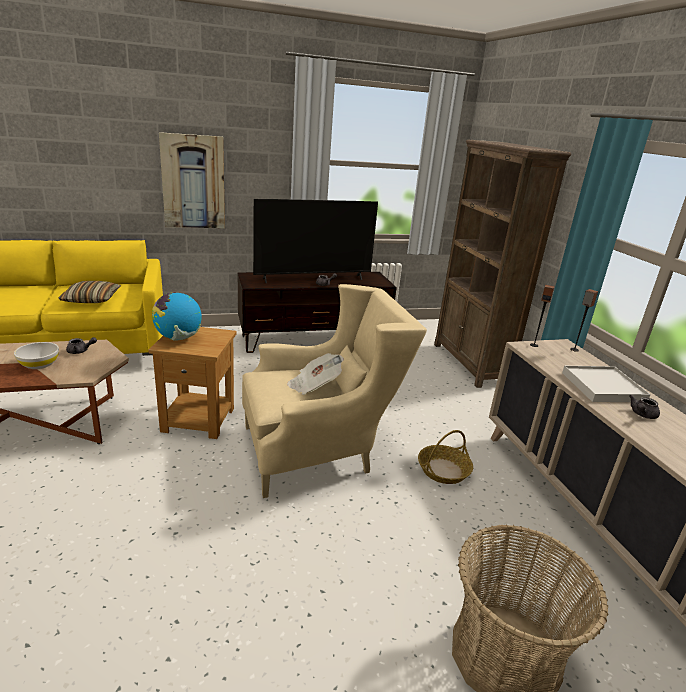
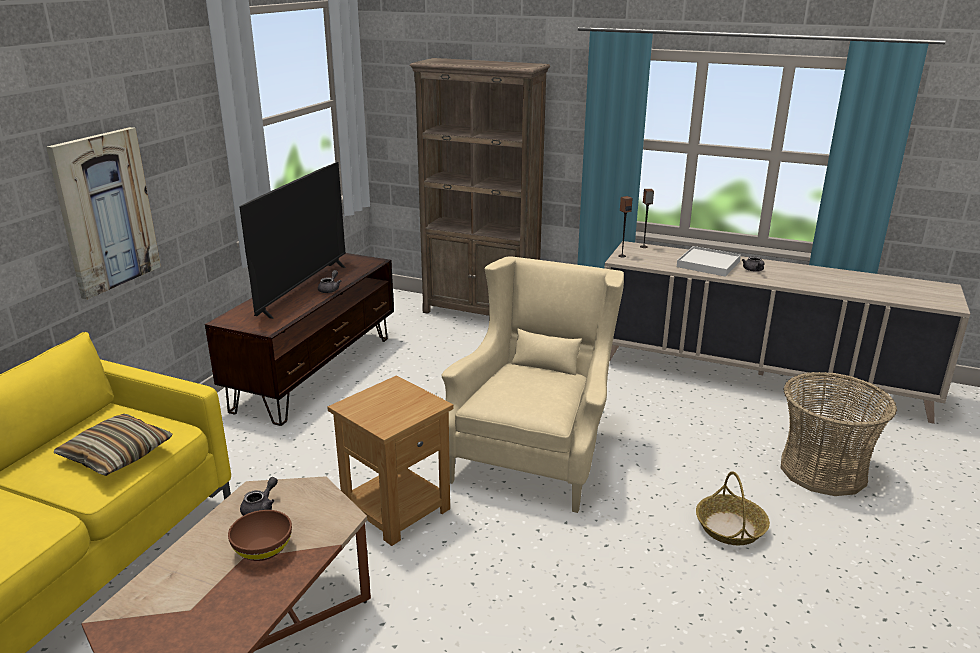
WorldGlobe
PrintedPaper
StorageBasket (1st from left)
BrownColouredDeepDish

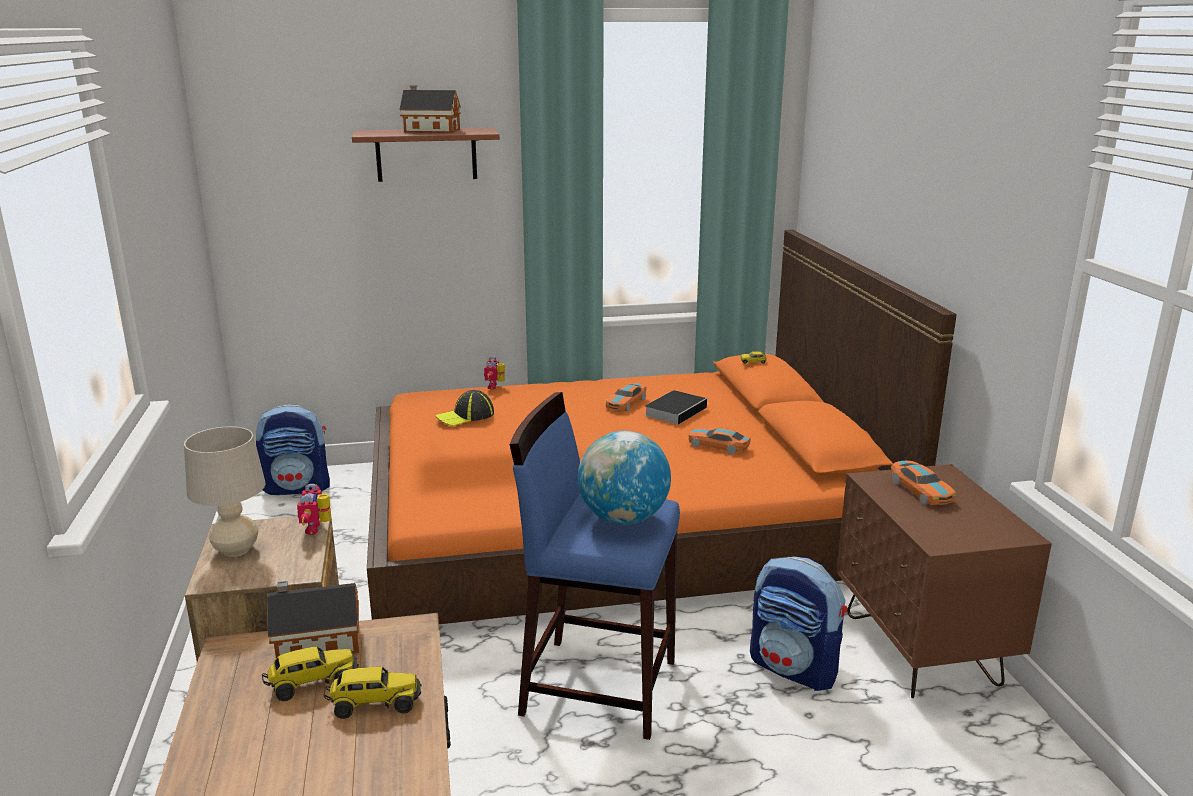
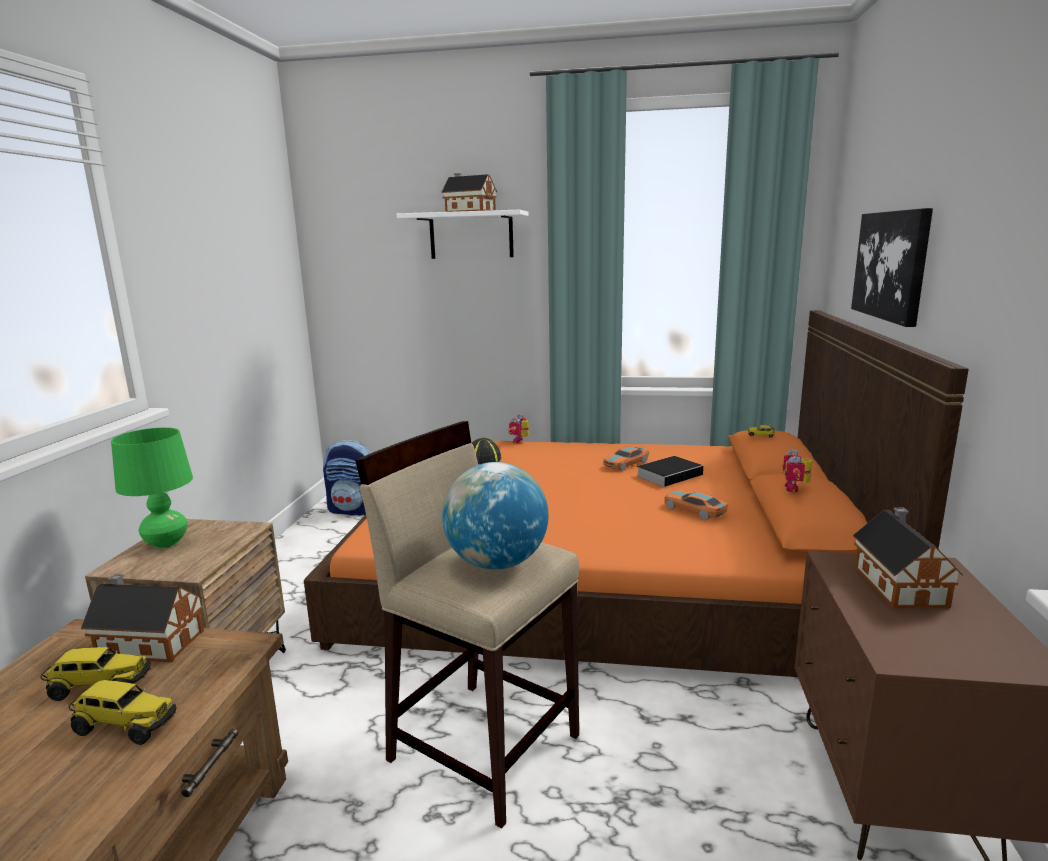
Backpack (2nd from left in the first image)
WallArt
ToyRobot (2nd from left)
ToyHouse (3rd from left)
GreenColouredTabletopLamp
WhiteShelf
BeigeStool

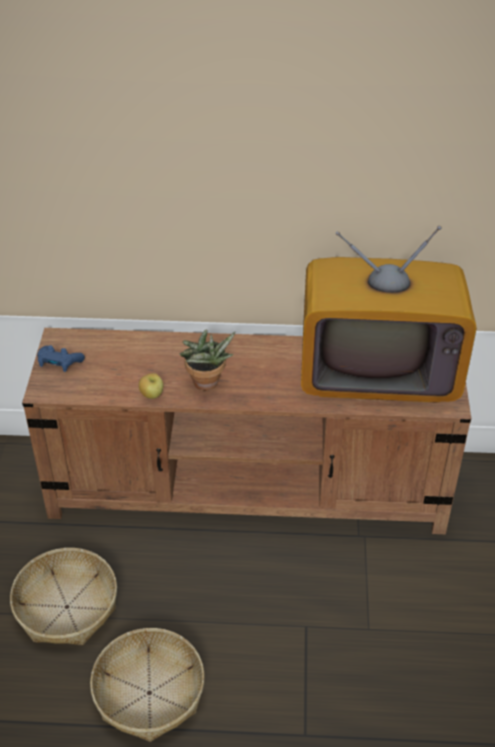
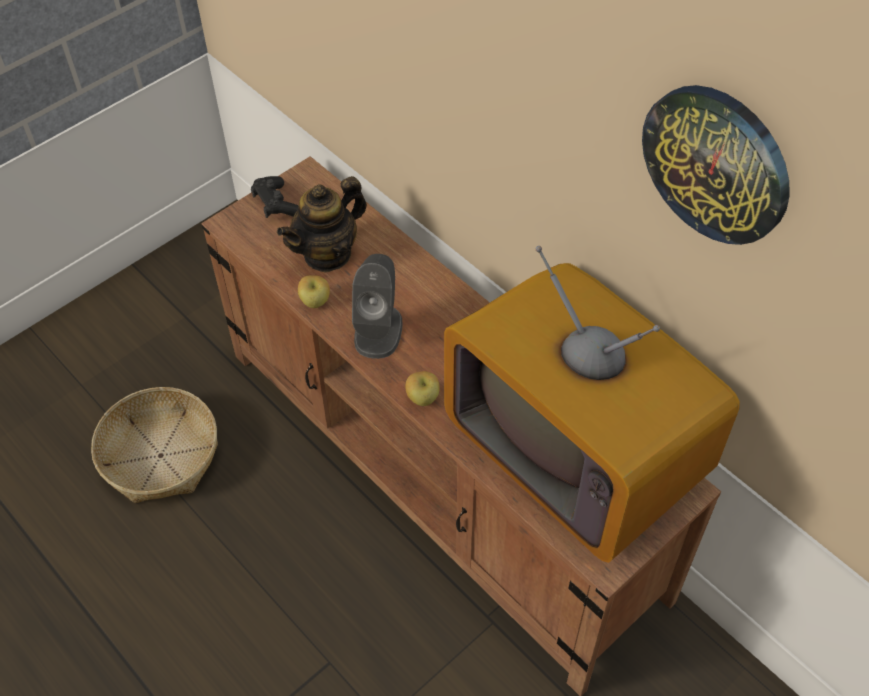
StorageBasket (2nd from left in the first image)
PotForTea
AppleFruit (2nd from left)
HangingClock
GreyLoudspeaker
BlackishGamepad

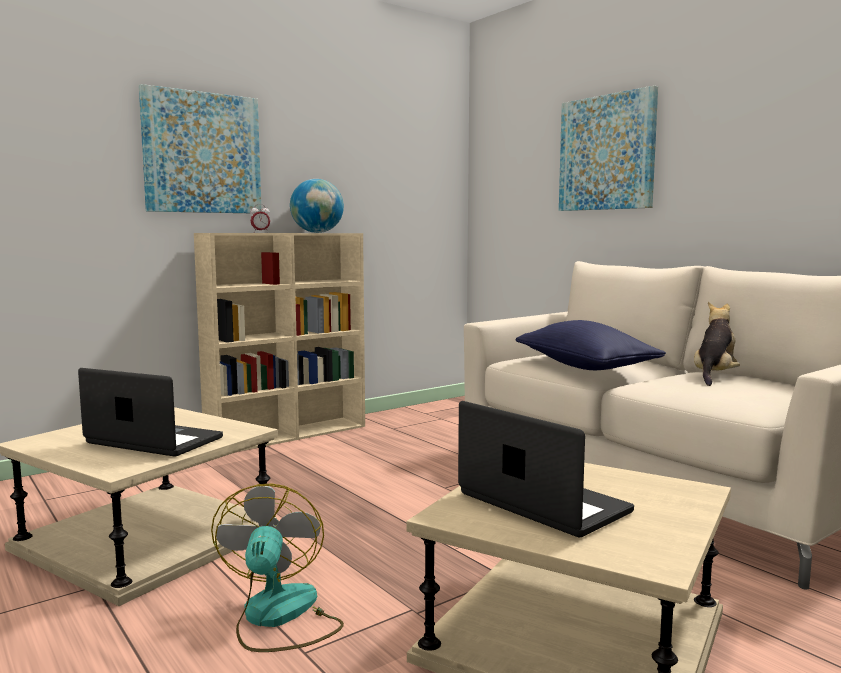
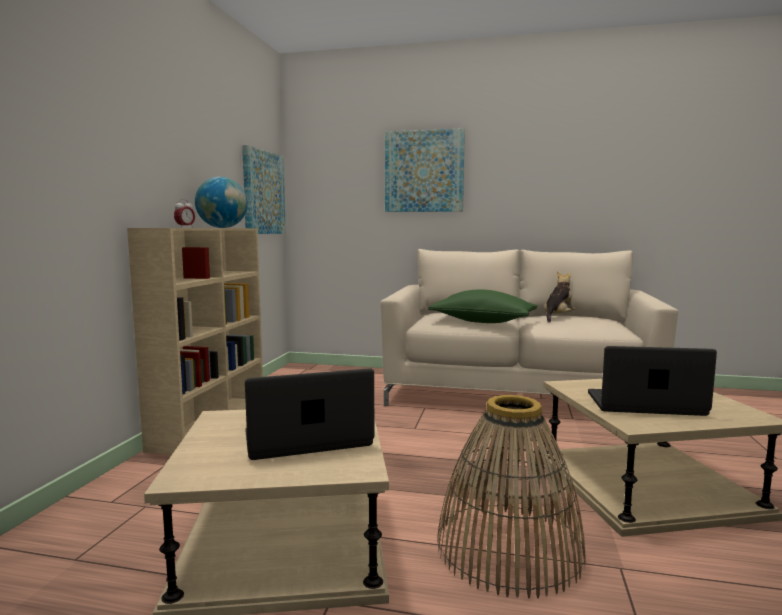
WallArt (1st from left)
StorageBasket
GreenColouredCushion
PlushToy

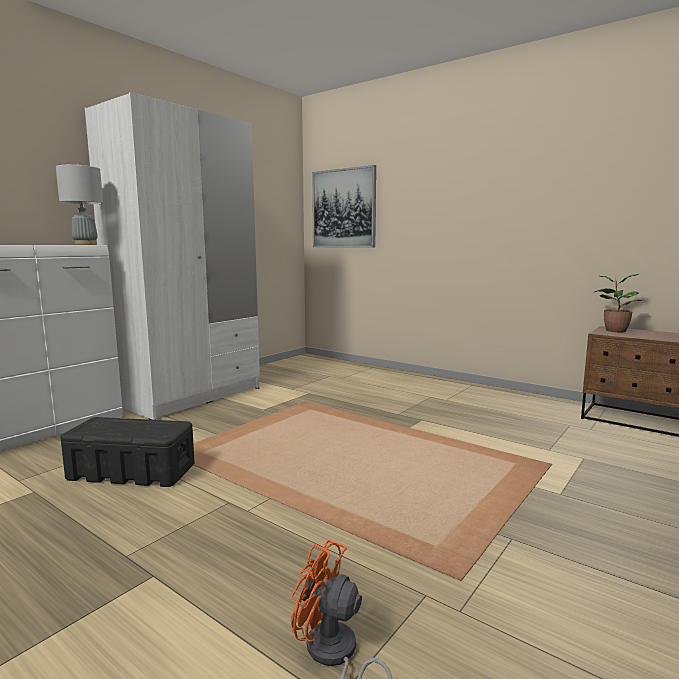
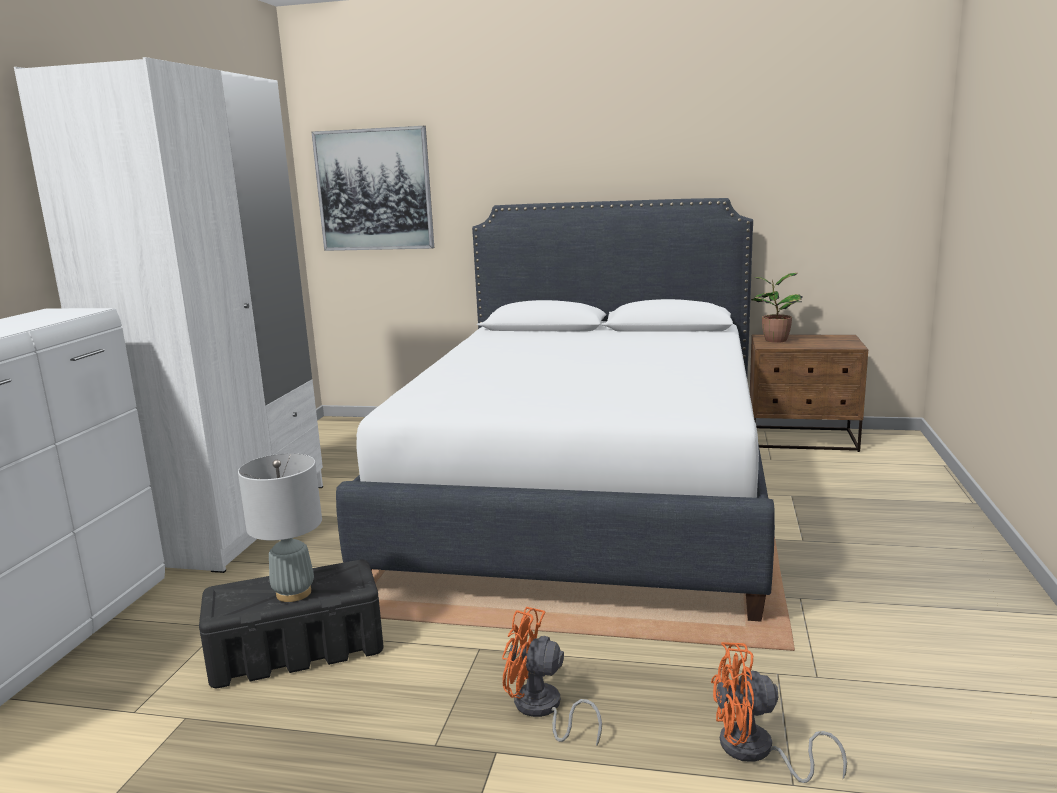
WhiteBed
OrangeColouredElectricFan (1st from left)
GreyTabletopLamp

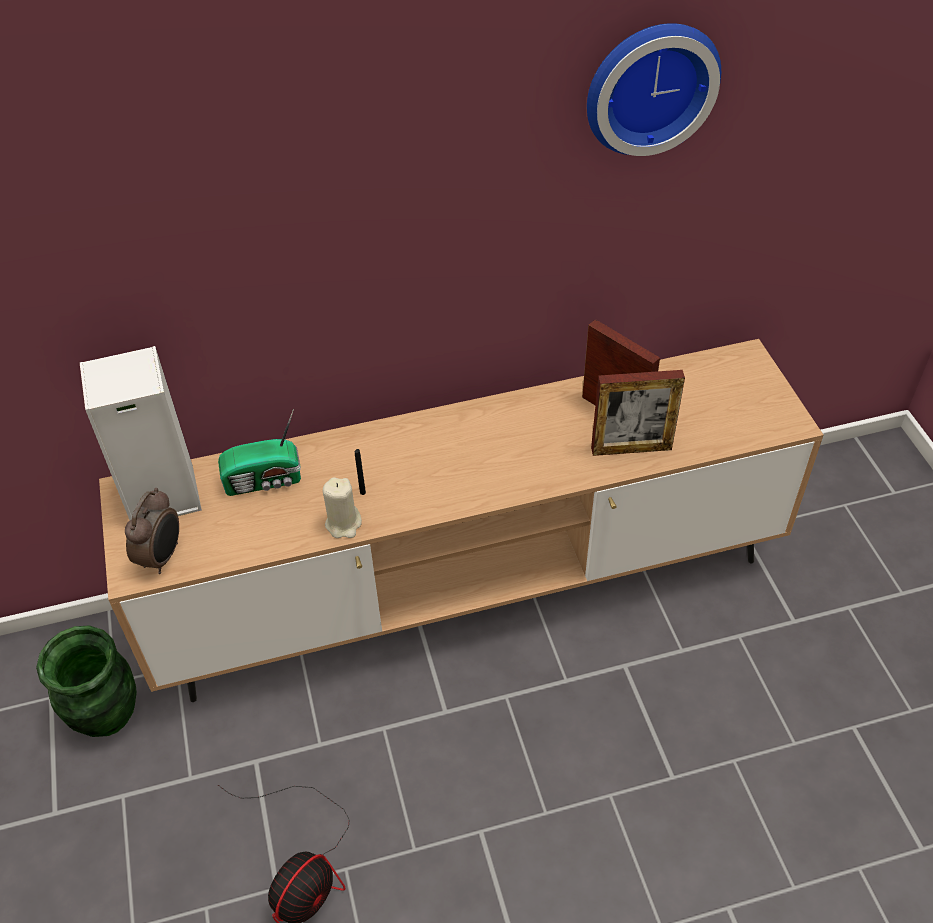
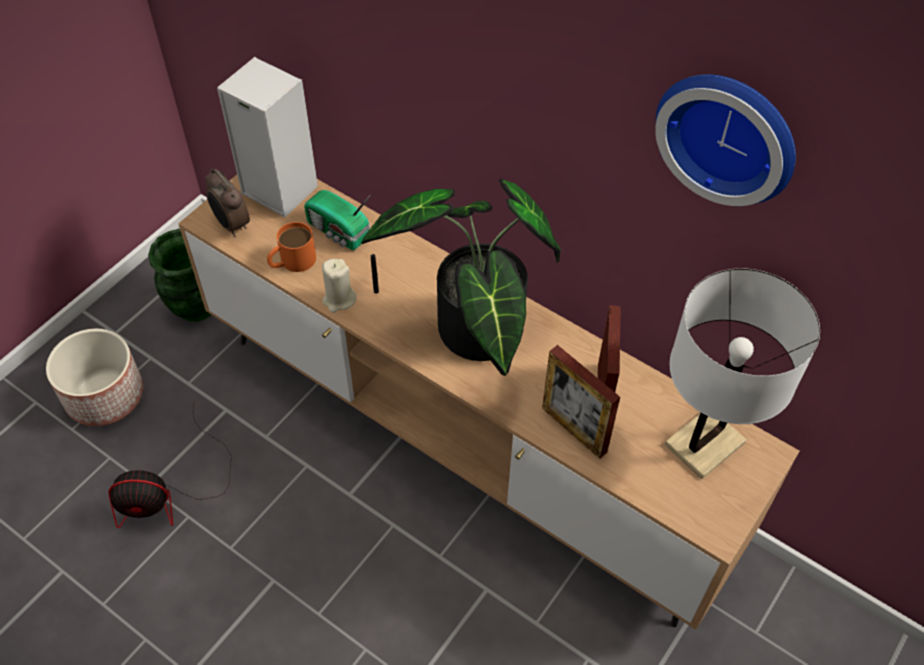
PlantPot
OrangeColouredTeaMug
PottedPlant
WhiteTabletopLamp
BedsideClock

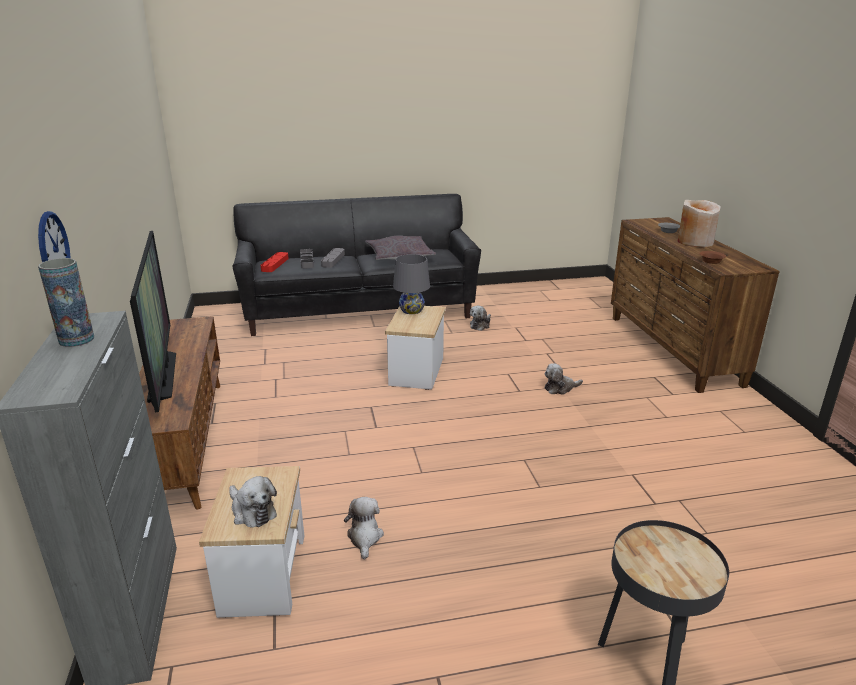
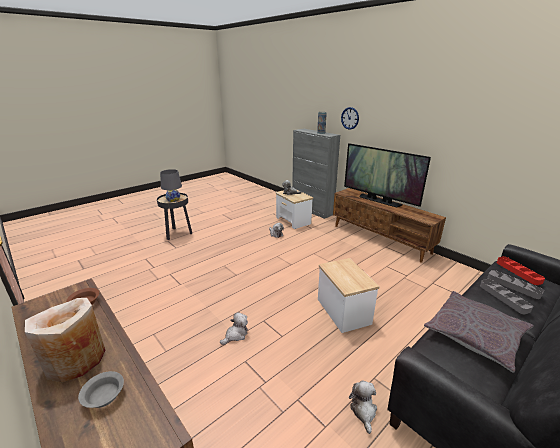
GreyTabletopLamp

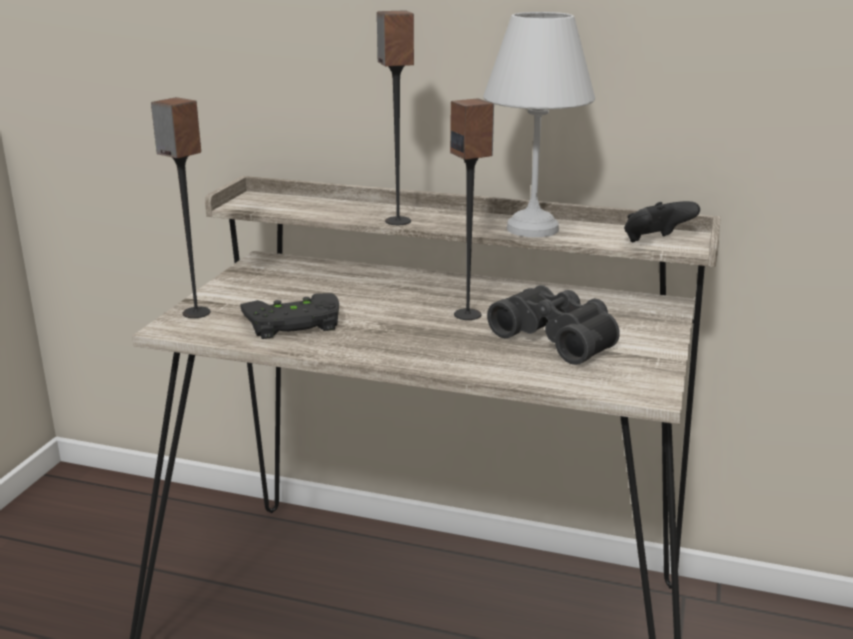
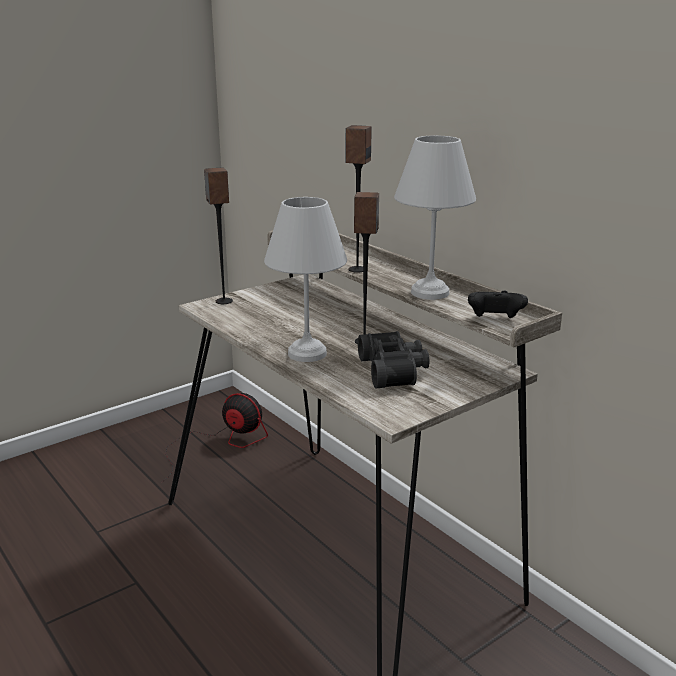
BlackishGamepad (1st from left in the first image)
ElectricFan
WhiteTabletopLamp (1st from left)

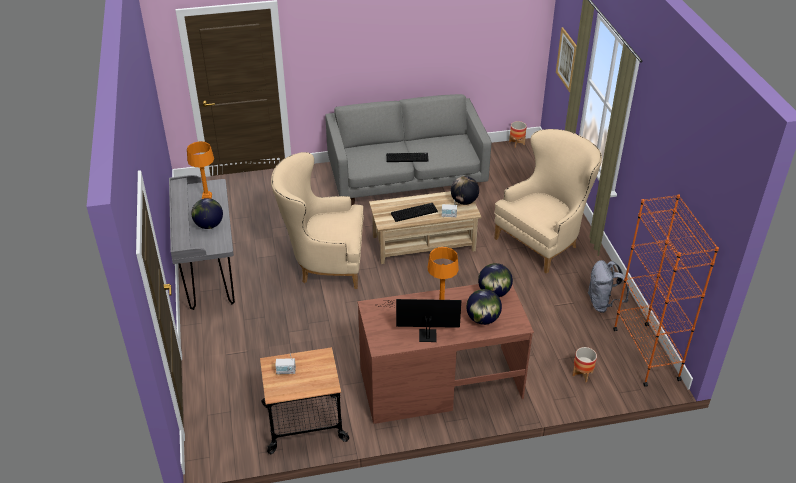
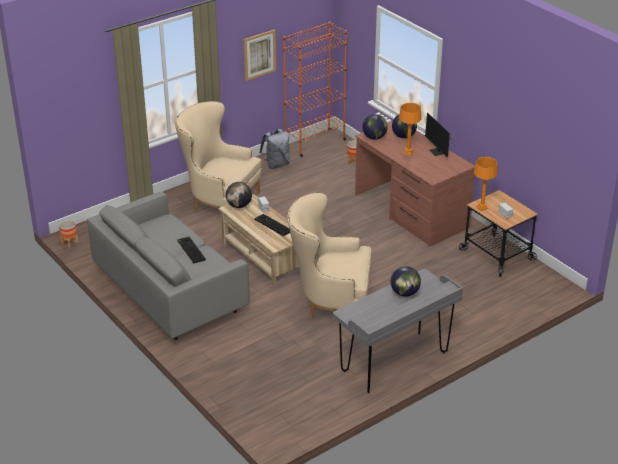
OrangeColouredTabletopLamp (2nd from left)
WallArt
BeigeLoungeChair (2nd from left)

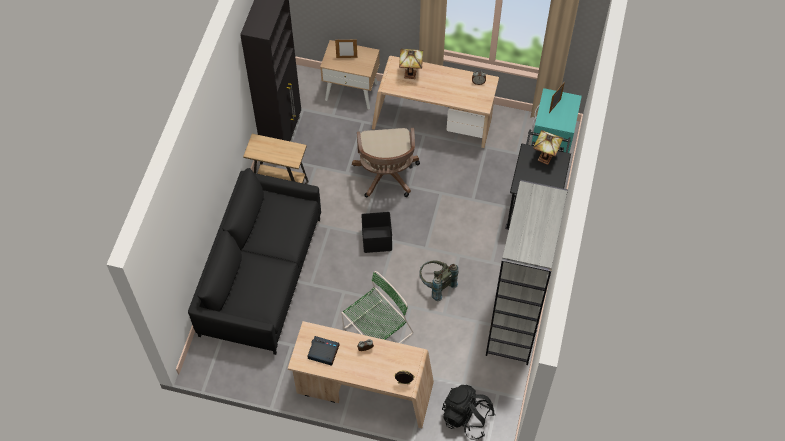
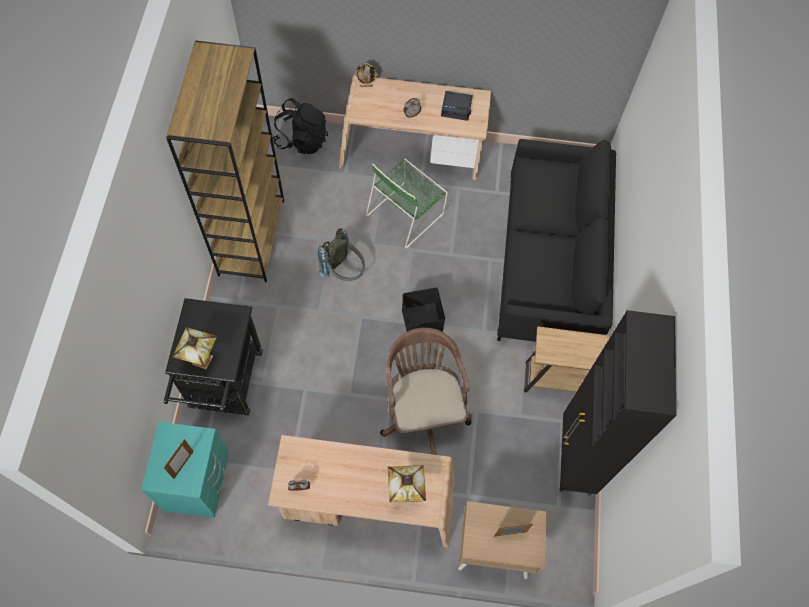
BrownColouredBookshelf

